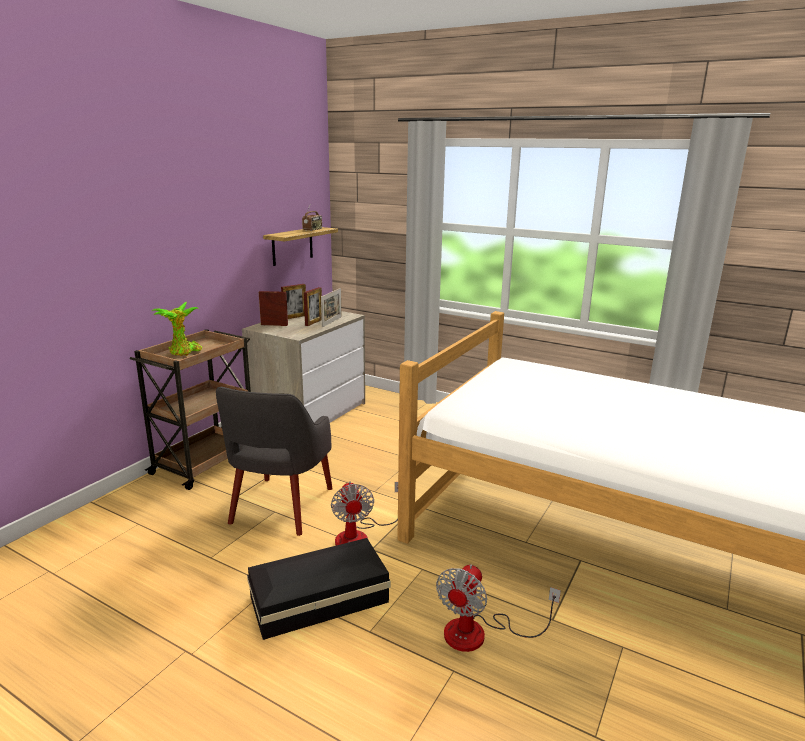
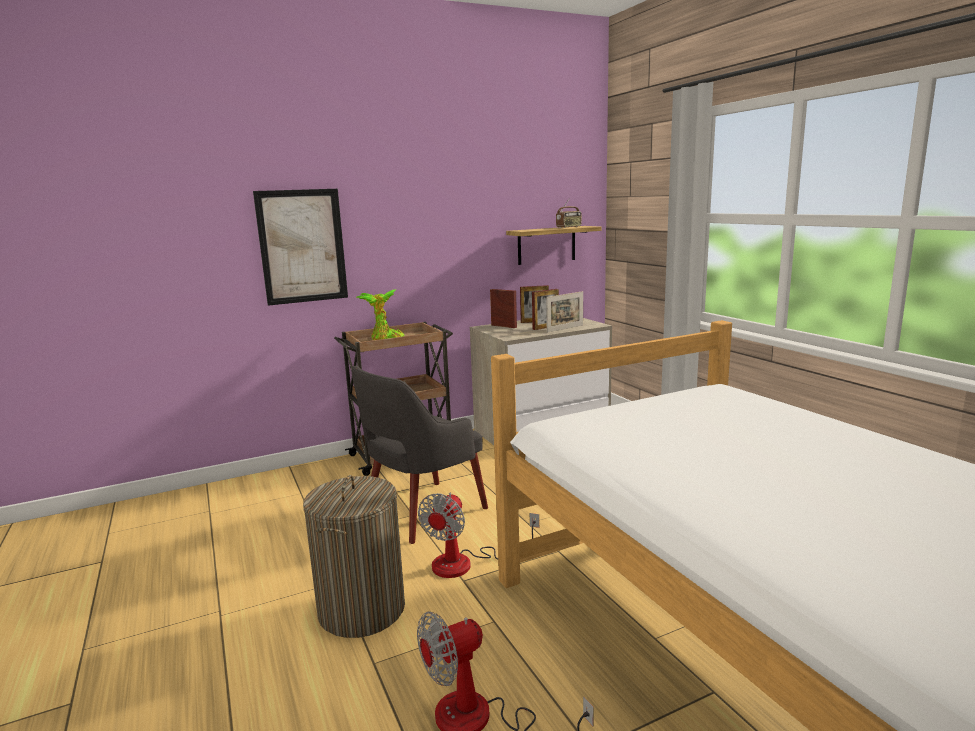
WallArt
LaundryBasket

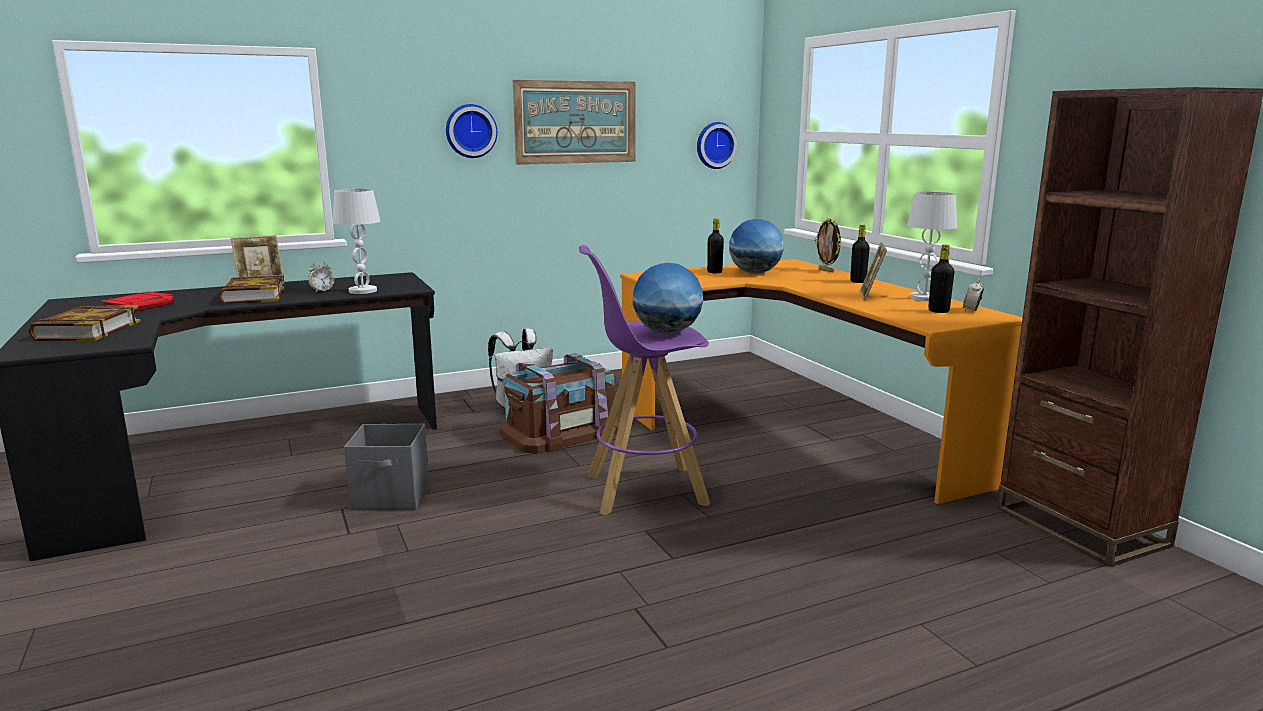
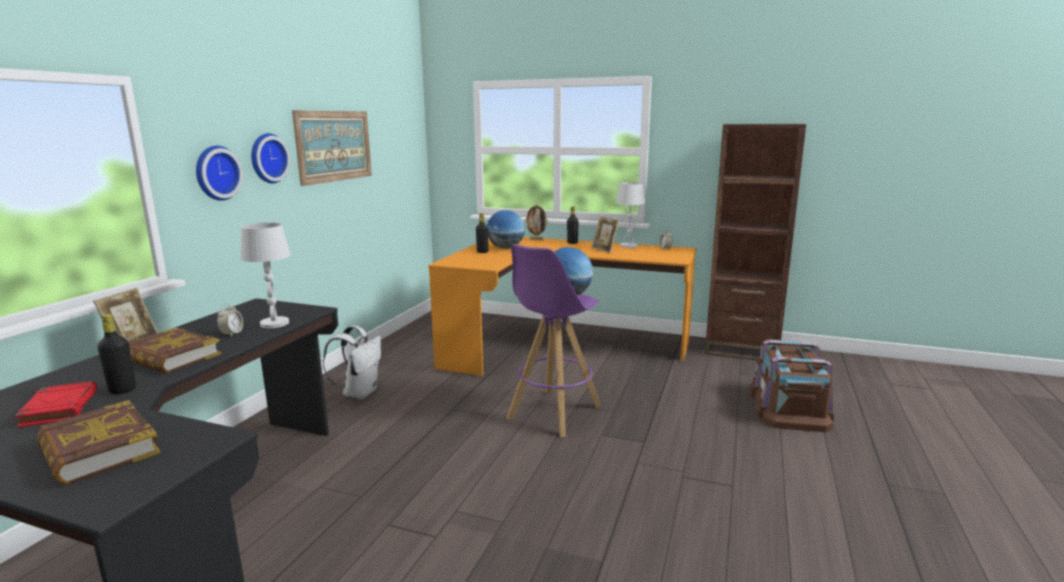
GreyStorageBox
BrownColouredStorageBox
HangingClock (1st from left)
BlackishBeverageBottle (1st from left)

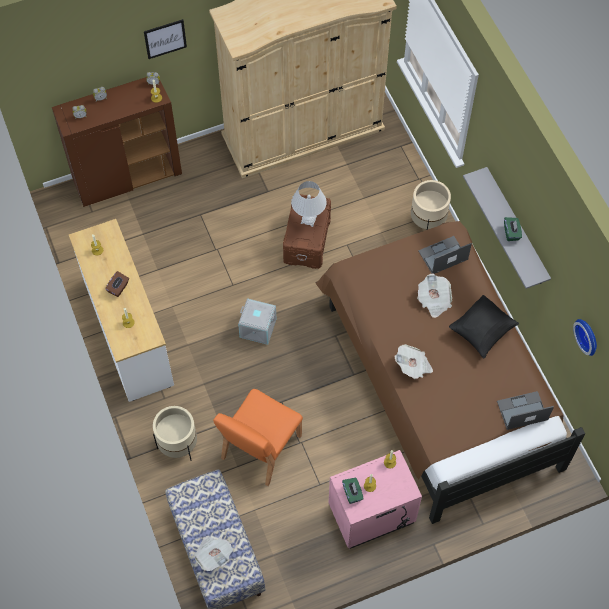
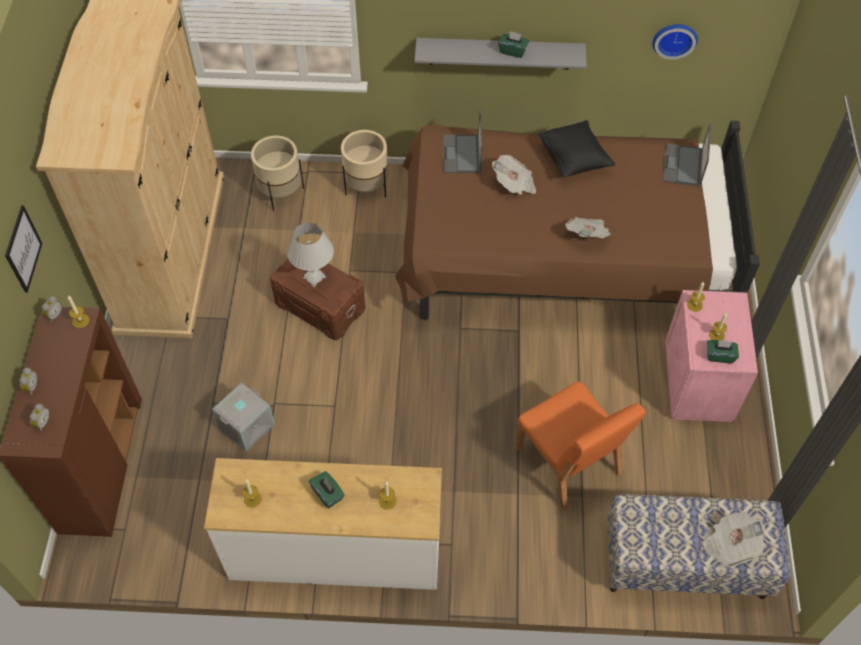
BeigePlantPot (1st from left)
GreyStorageBox
GreenColouredTissueHolder (1st from left)

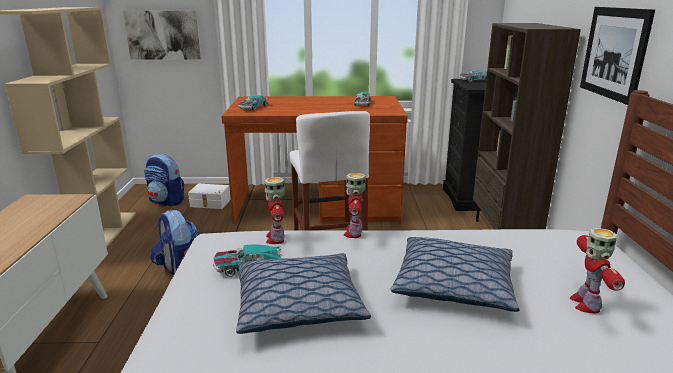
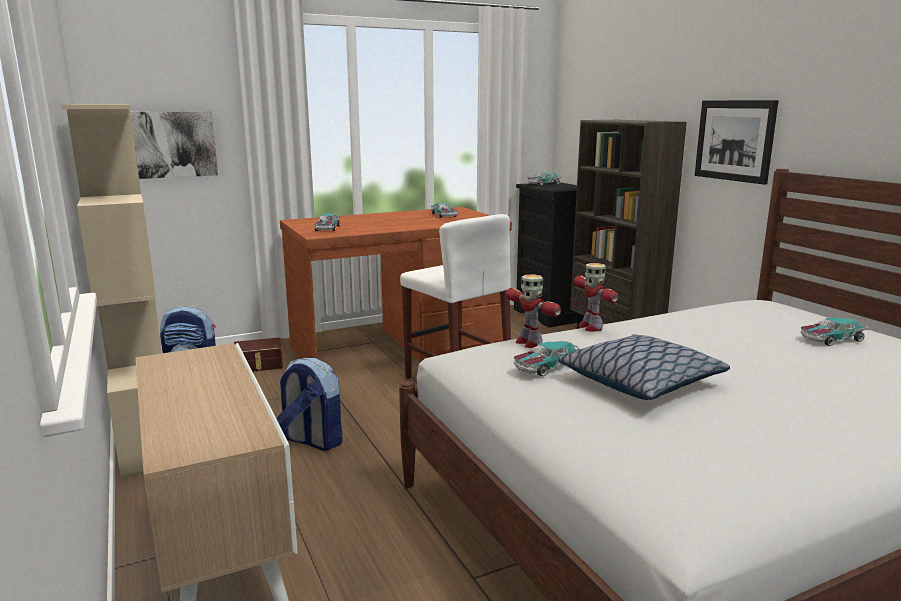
Cushion (2nd from left in the first image)
ToyCar (5th from left)
BrownColouredStorageBox

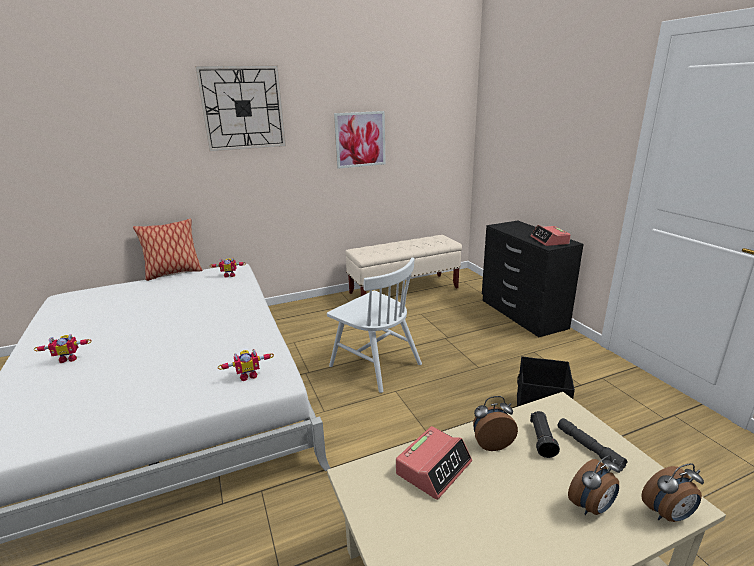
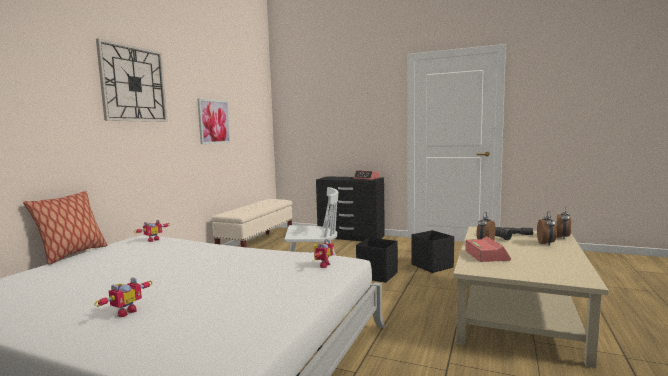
BlackishStorageBox (1st from left)

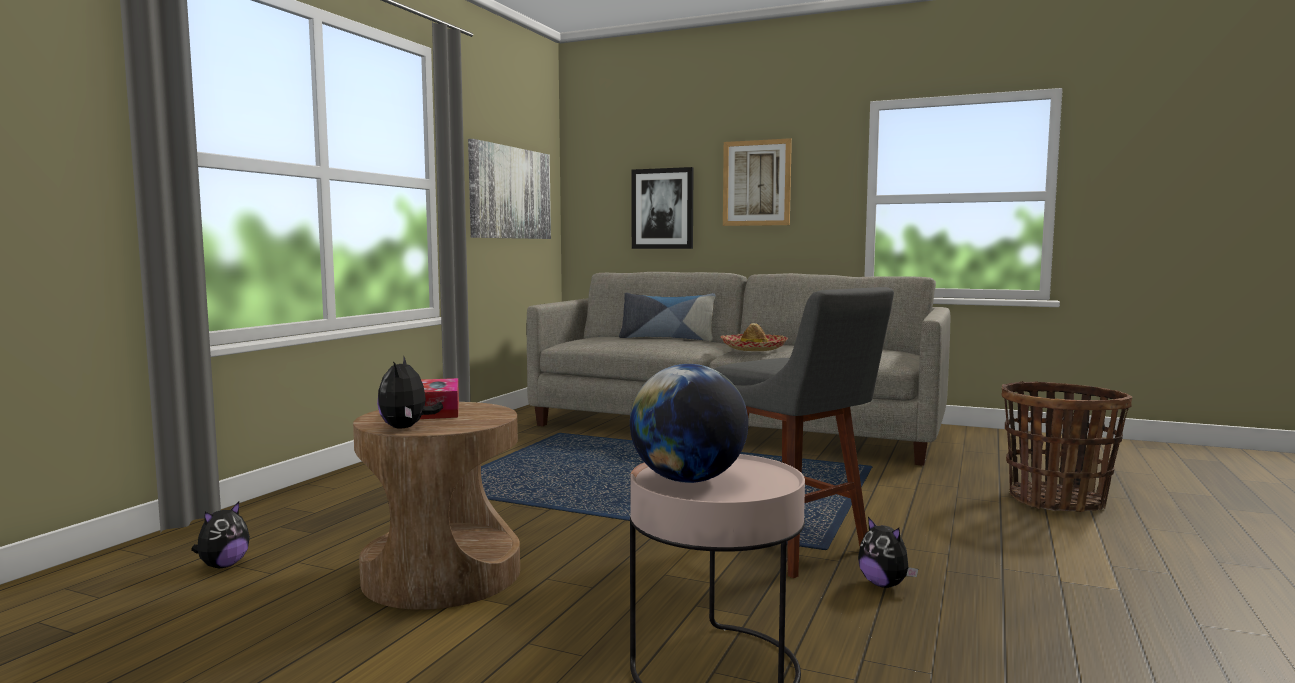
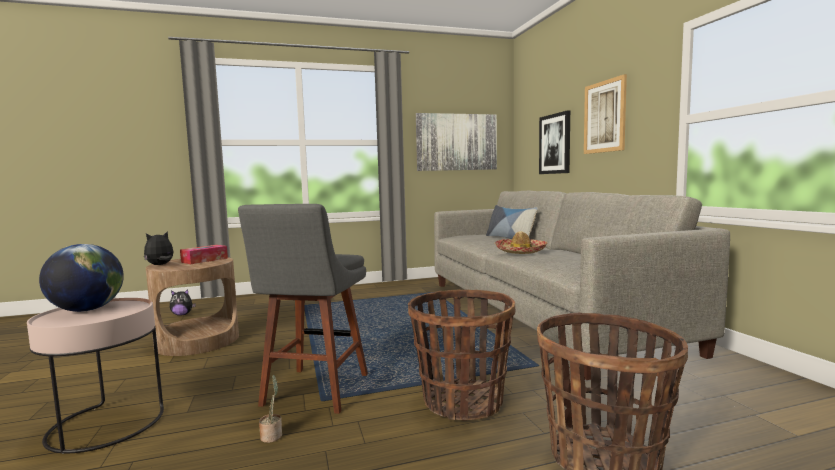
StorageBasket (1st from left)
PottedPlant

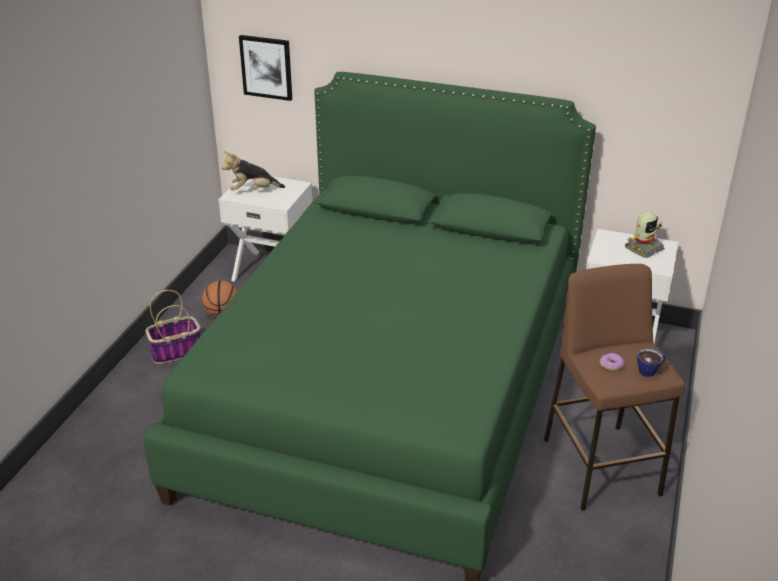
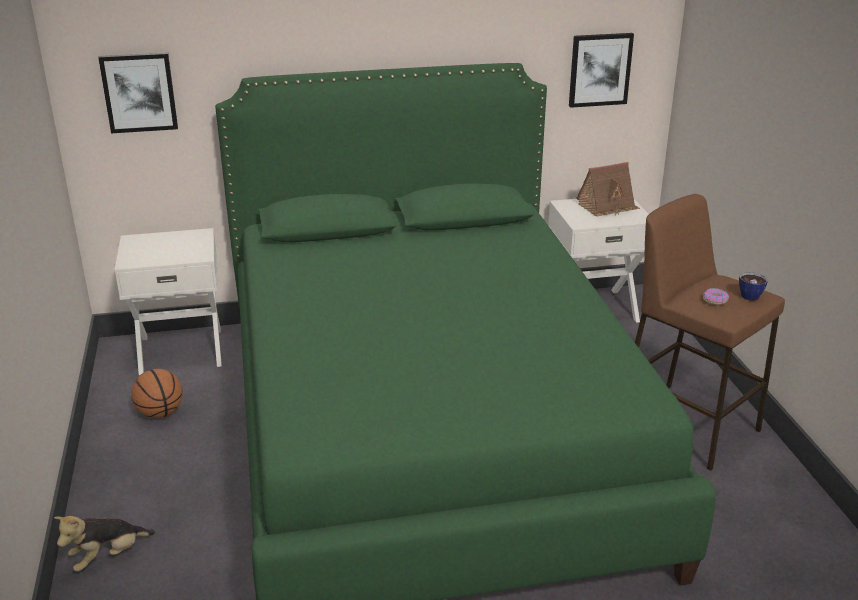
StorageBasket
WallArt (2nd from left)
PlushToy
ToyHouse

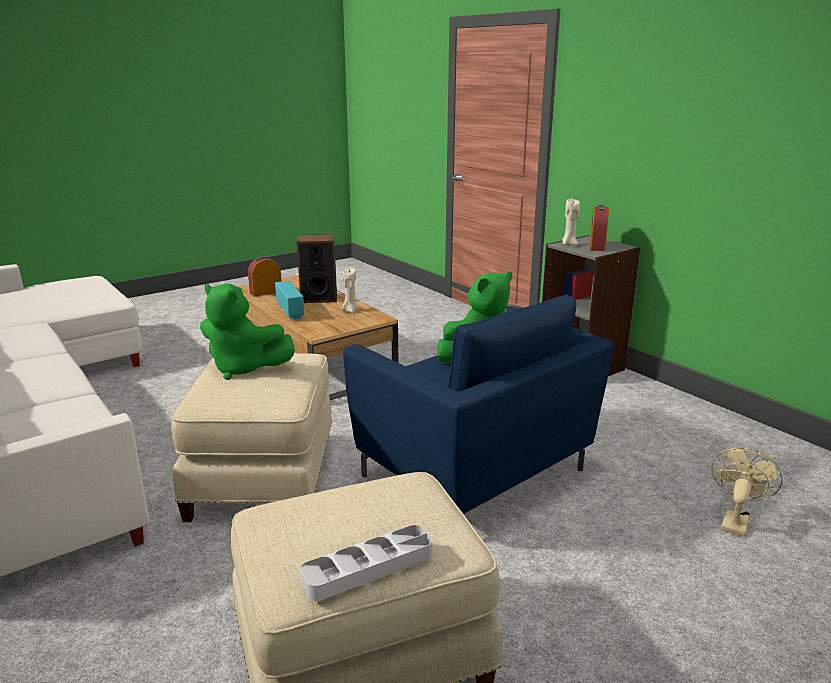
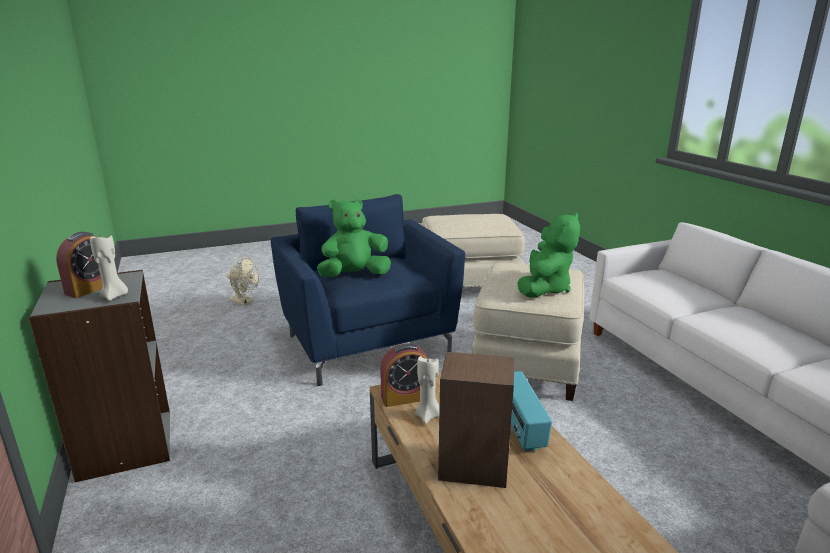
GreyCarryingTray
BedsideClock (2nd from left)
GreenColouredPlushToy (2nd from left)
BeigeElectricFan

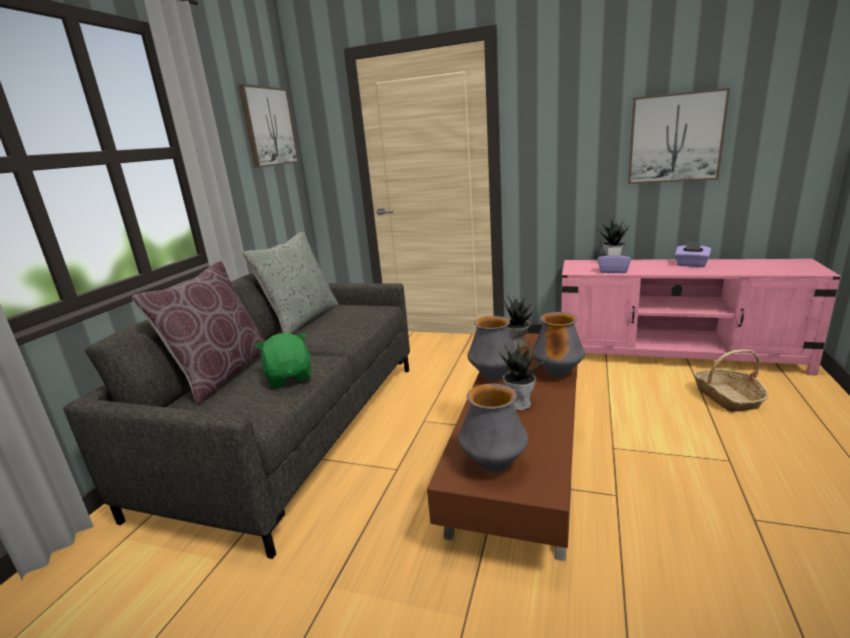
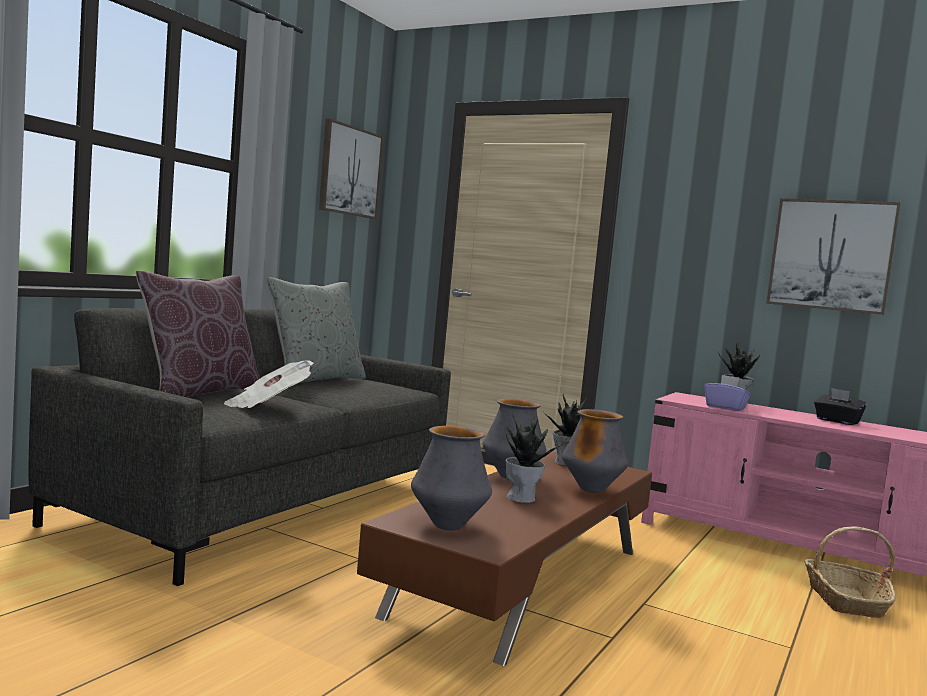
PrintedPaper
BlackishTissueHolder

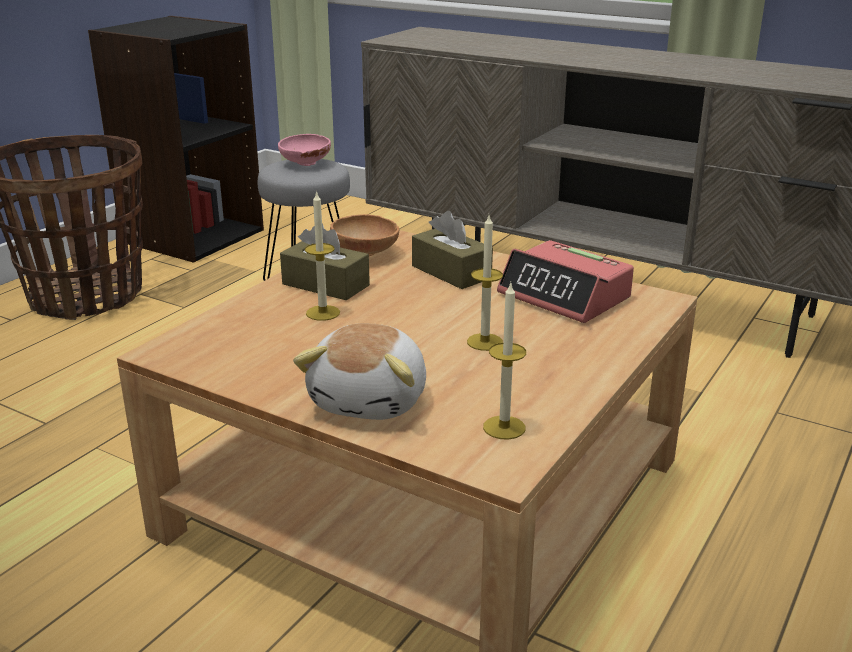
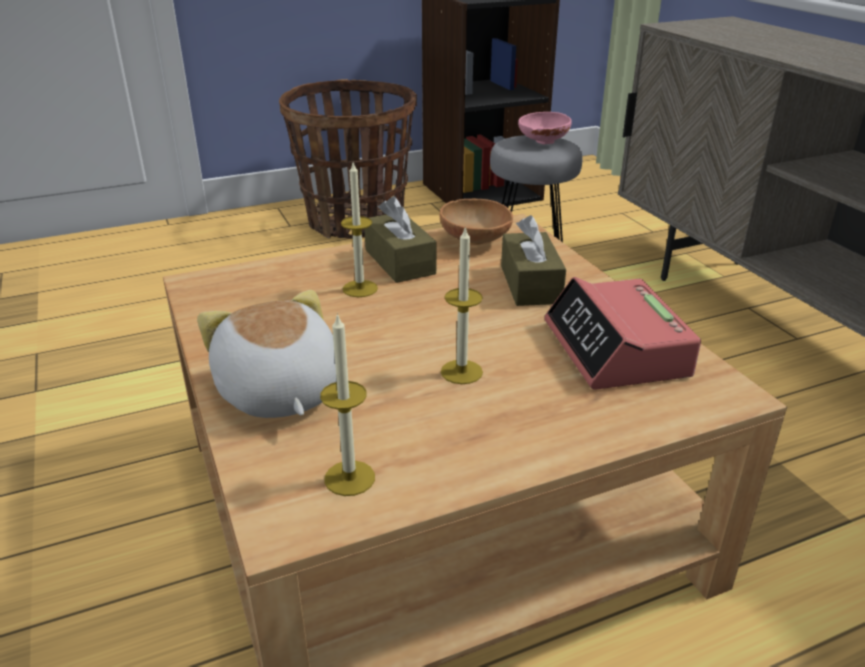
PlushToy

